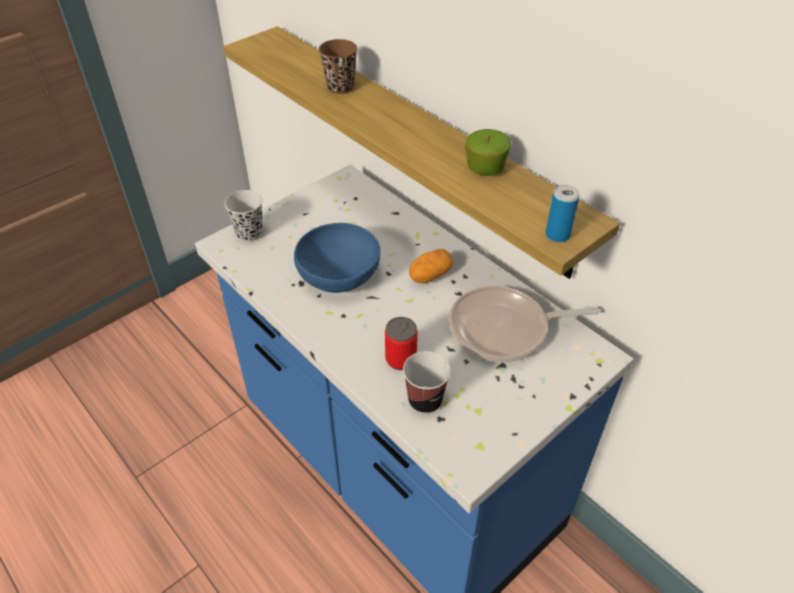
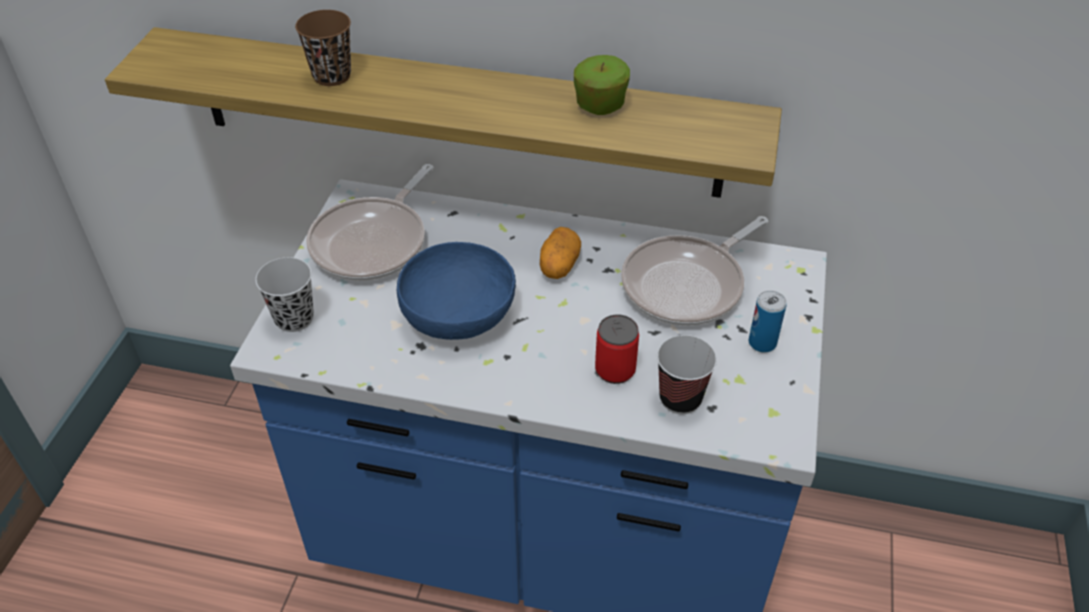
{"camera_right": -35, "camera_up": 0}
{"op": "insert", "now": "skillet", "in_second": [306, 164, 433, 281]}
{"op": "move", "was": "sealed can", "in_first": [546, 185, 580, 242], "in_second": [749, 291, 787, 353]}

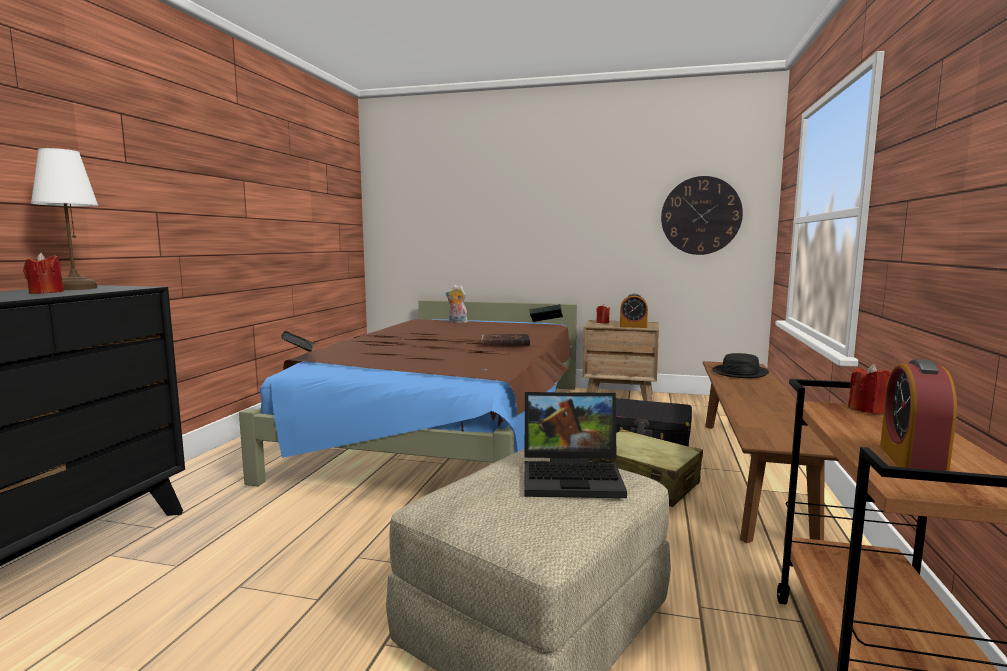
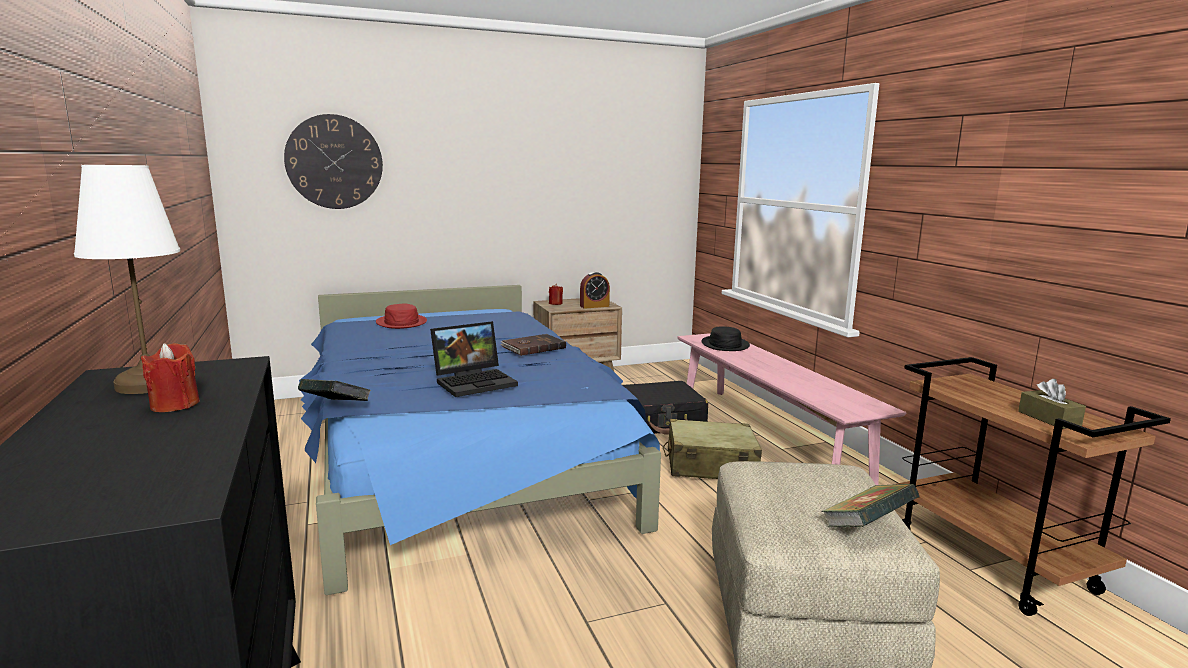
{"camera_right": -35, "camera_up": 5}
{"op": "delete", "was": "wax light/reddish", "in_first": [848, 364, 890, 414]}
{"op": "move", "was": "portable computer", "in_first": [524, 392, 627, 498], "in_second": [430, 321, 518, 397]}
{"op": "move", "was": "volume", "in_first": [529, 304, 563, 322], "in_second": [821, 484, 919, 527]}
{"op": "move", "was": "clock on the wall", "in_first": [661, 176, 743, 255], "in_second": [284, 114, 383, 209]}
{"op": "replace", "was": "plush toy", "now": "wearable hat/reddish", "in_first": [446, 285, 469, 323], "in_second": [376, 303, 427, 329]}
{"op": "replace", "was": "bedside clock", "now": "tissue box/brown", "in_first": [880, 359, 957, 471], "in_second": [1018, 379, 1086, 429]}
{"op": "recolor", "was": "sleeping bed/brown", "now": "sleeping bed/blue", "in_first": [239, 300, 577, 486], "in_second": [299, 285, 661, 595]}
{"op": "recolor", "was": "indoor bench/brown", "now": "indoor bench/pinkish", "in_first": [703, 361, 839, 543], "in_second": [677, 333, 907, 485]}

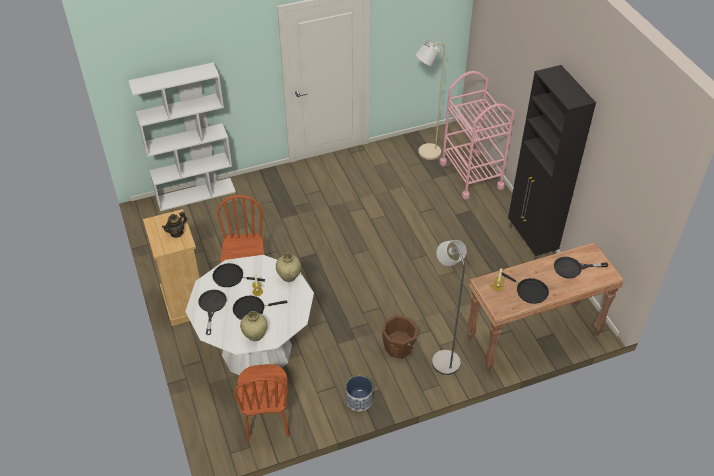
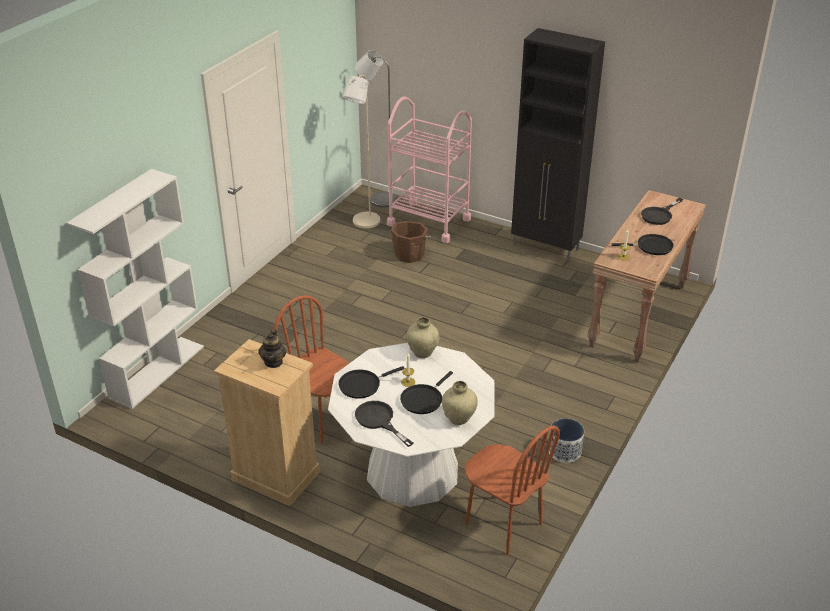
{"camera_right": -40, "camera_up": -10}
{"op": "move", "was": "pail/brown", "in_first": [382, 315, 418, 359], "in_second": [389, 221, 431, 263]}
{"op": "move", "was": "standard lamp/grey", "in_first": [432, 240, 467, 375], "in_second": [355, 50, 397, 208]}

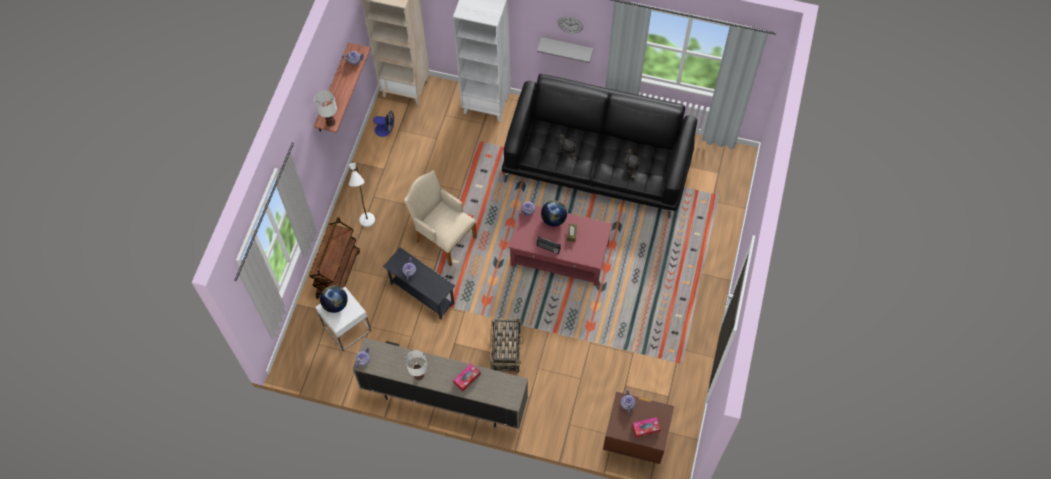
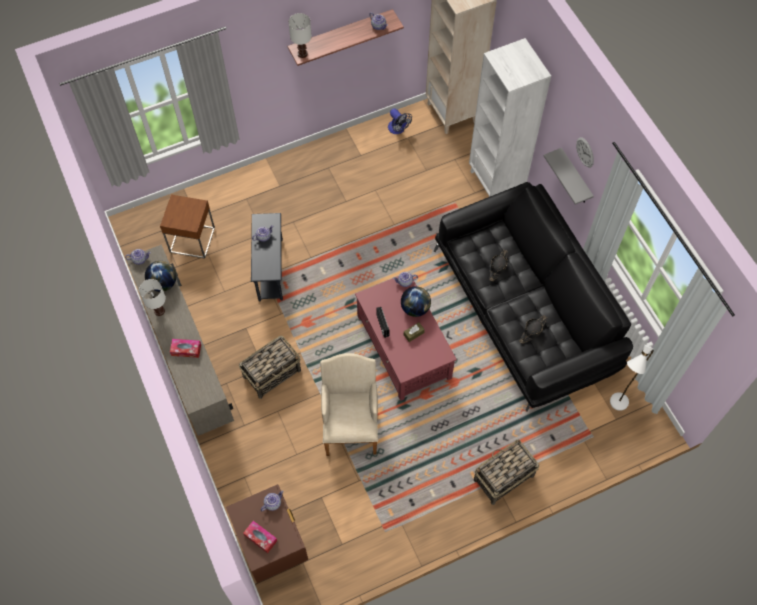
{"camera_right": 50, "camera_up": 0}
{"op": "delete", "was": "wheeled cart/brown", "in_first": [309, 217, 360, 299]}
{"op": "insert", "now": "household basket", "in_second": [474, 439, 539, 505]}
{"op": "move", "was": "globe", "in_first": [320, 285, 348, 313], "in_second": [145, 261, 176, 292]}
{"op": "move", "was": "standard lamp/white", "in_first": [349, 162, 375, 227], "in_second": [610, 345, 654, 411]}
{"op": "move", "was": "armchair/sand-coloured", "in_first": [404, 170, 477, 266], "in_second": [320, 353, 378, 456]}
{"op": "recolor", "was": "accent table/white", "now": "accent table/brown", "in_first": [316, 287, 371, 351], "in_second": [160, 195, 215, 259]}

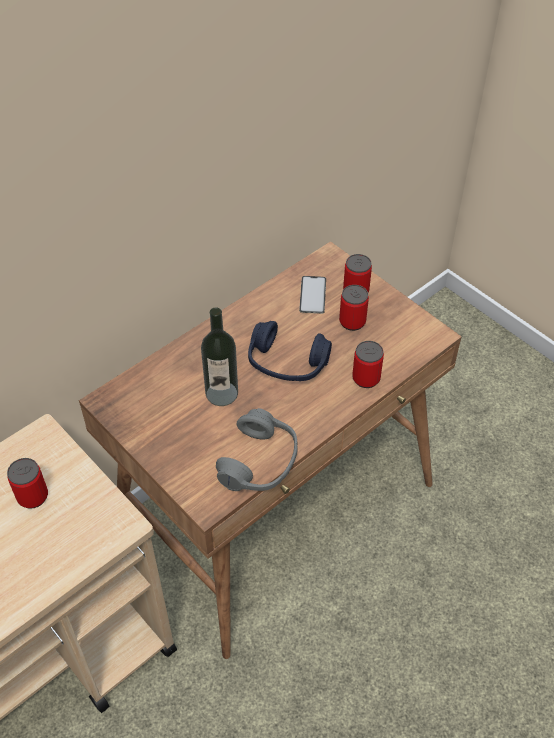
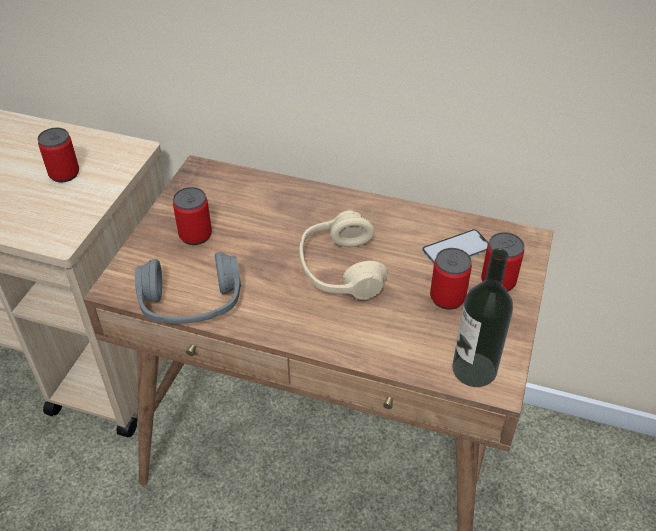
{"camera_right": 60, "camera_up": -5}
{"op": "move", "was": "beverage bottle", "in_first": [201, 307, 238, 406], "in_second": [452, 248, 513, 387]}
{"op": "move", "was": "sealed can", "in_first": [352, 341, 384, 388], "in_second": [173, 187, 212, 245]}
{"op": "recolor", "was": "headphones/blue", "now": "headphones/sand-coloured", "in_first": [248, 321, 332, 381], "in_second": [299, 210, 388, 300]}

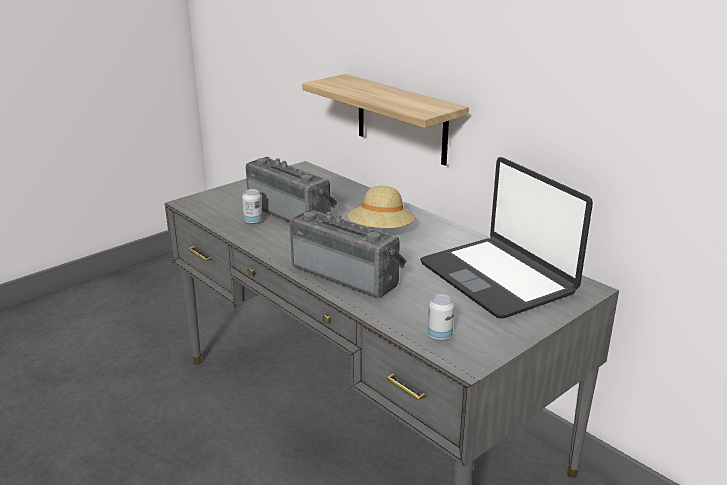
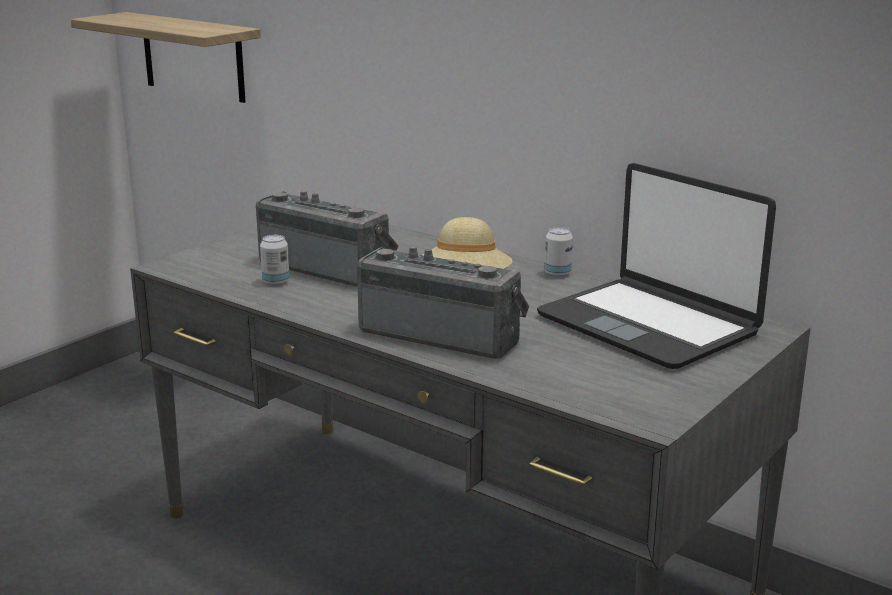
{"camera_right": -10, "camera_up": -5}
{"op": "move", "was": "shelf", "in_first": [302, 74, 469, 166], "in_second": [71, 12, 261, 103]}
{"op": "move", "was": "sealed can", "in_first": [428, 294, 454, 341], "in_second": [545, 227, 573, 277]}

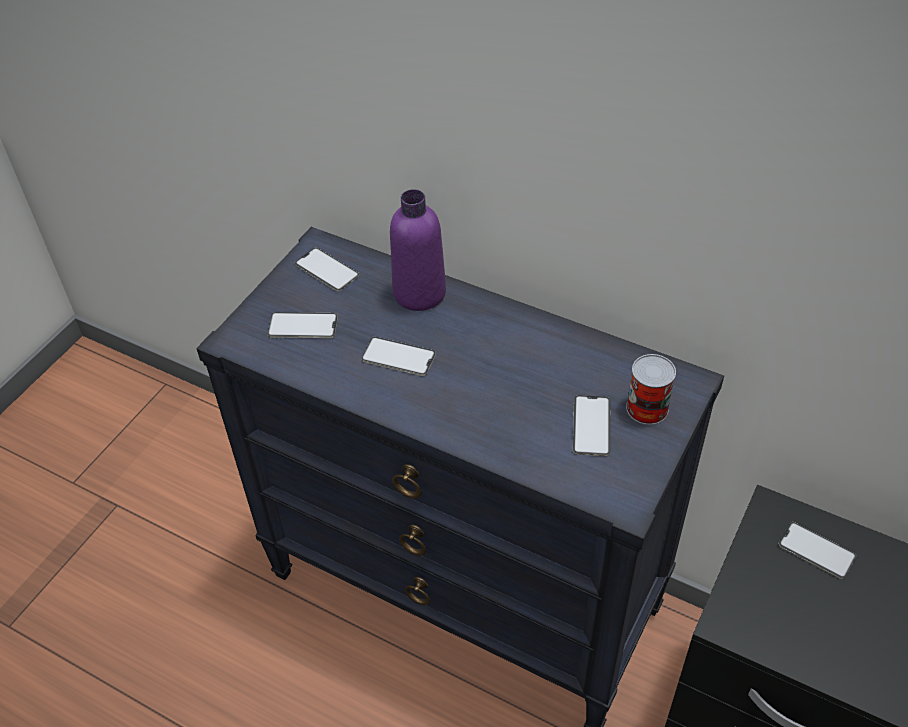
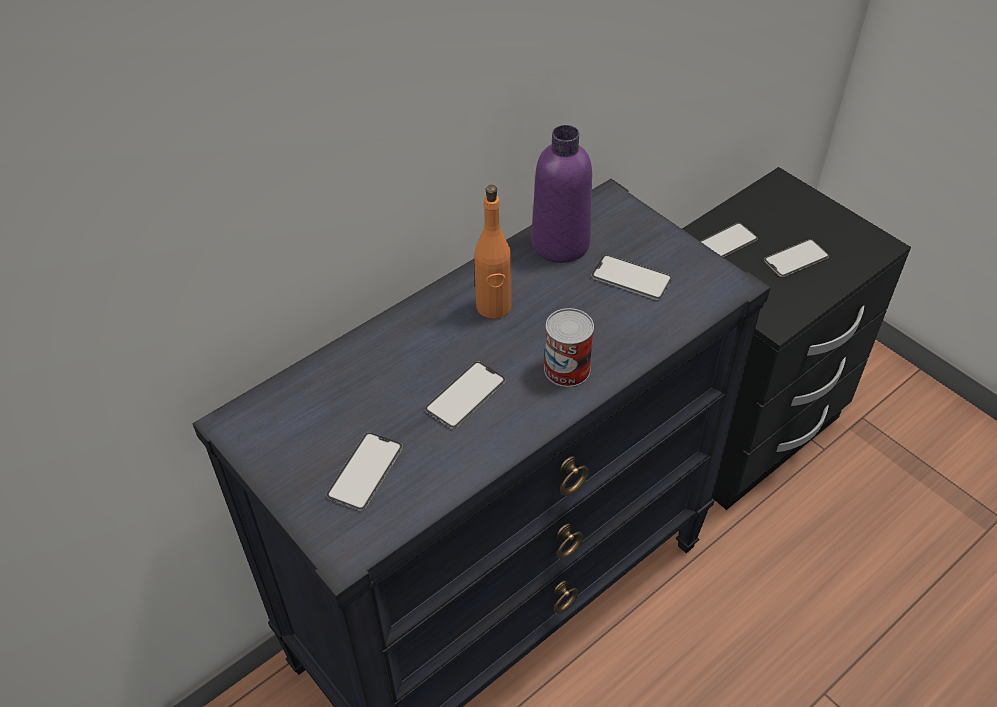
{"camera_right": -70, "camera_up": 0}
{"op": "insert", "now": "beverage bottle/orangey", "in_second": [474, 185, 511, 319]}
{"op": "move", "was": "telephone", "in_first": [295, 247, 359, 291], "in_second": [764, 239, 829, 277]}
{"op": "move", "was": "beverage bottle/purplish", "in_first": [390, 189, 446, 311], "in_second": [531, 125, 592, 263]}
{"op": "move", "was": "sealed can", "in_first": [626, 354, 676, 425], "in_second": [544, 308, 594, 387]}

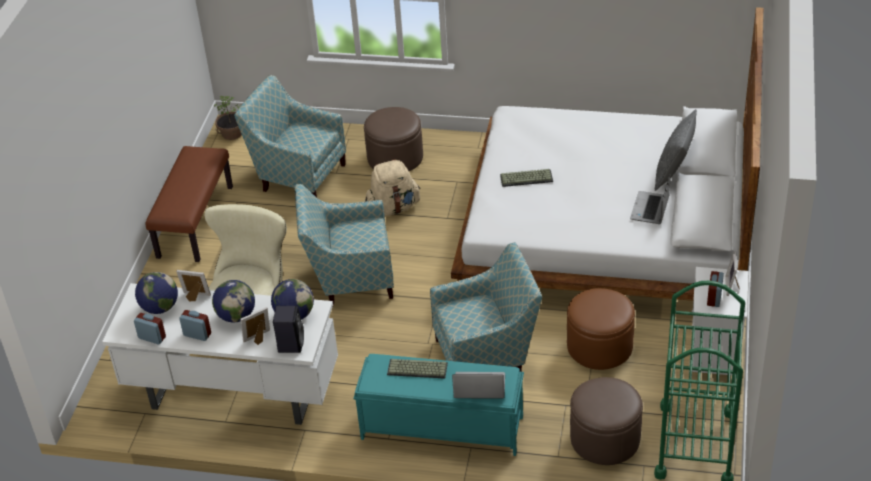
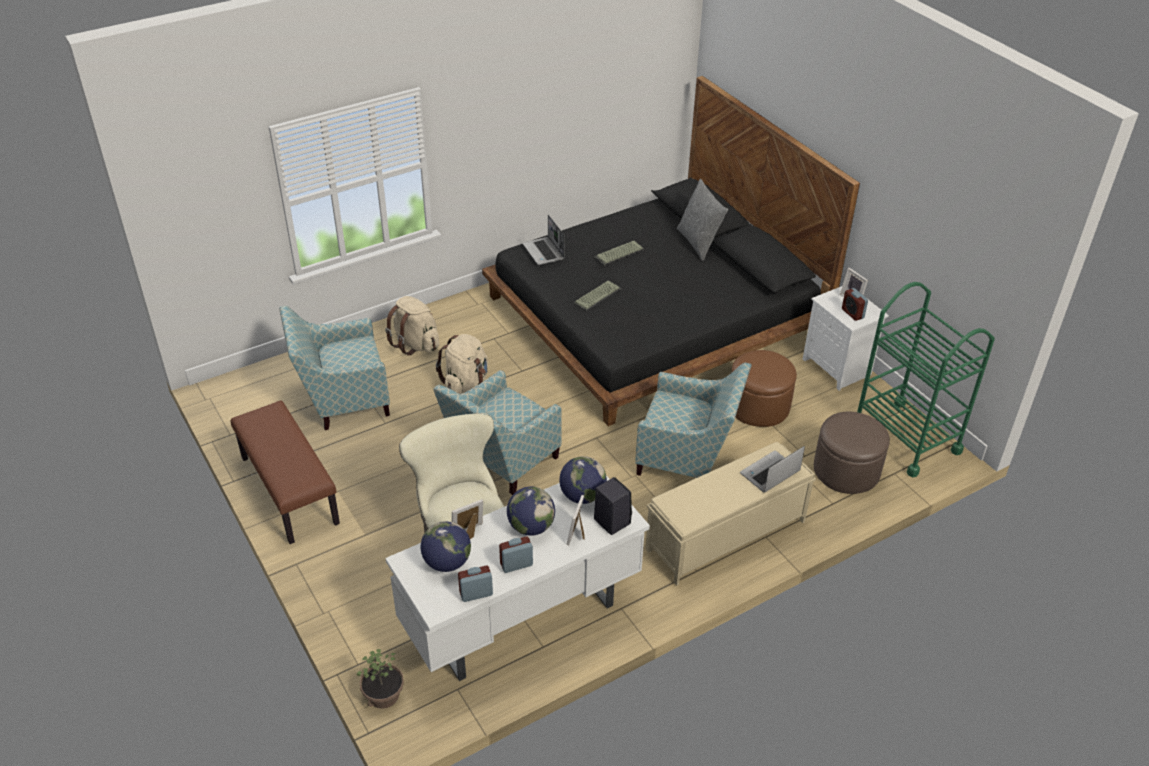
{"camera_right": -45, "camera_up": 0}
{"op": "move", "was": "potted plant", "in_first": [214, 96, 242, 140], "in_second": [357, 649, 404, 709]}
{"op": "move", "was": "keyboard", "in_first": [387, 359, 448, 379], "in_second": [595, 241, 644, 266]}
{"op": "move", "was": "portable computer", "in_first": [630, 173, 671, 224], "in_second": [523, 215, 565, 265]}
{"op": "replace", "was": "footrest/brown", "now": "backpack/sand-coloured", "in_first": [364, 107, 423, 171], "in_second": [385, 296, 439, 355]}
{"op": "recolor", "was": "indoor bench/blue-green", "now": "indoor bench/sand-coloured", "in_first": [354, 354, 524, 456], "in_second": [645, 442, 816, 586]}
{"op": "recolor", "was": "sleeping bed/white", "now": "sleeping bed/blackish", "in_first": [451, 7, 764, 301], "in_second": [482, 76, 860, 426]}
{"op": "rotate", "was": "armchair", "in_first": [430, 242, 542, 372], "in_second": [635, 363, 752, 478], "clockwise": 75}

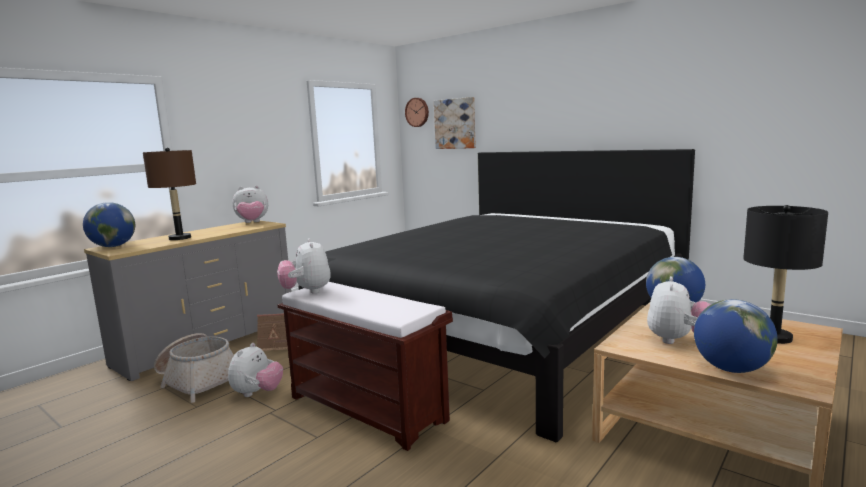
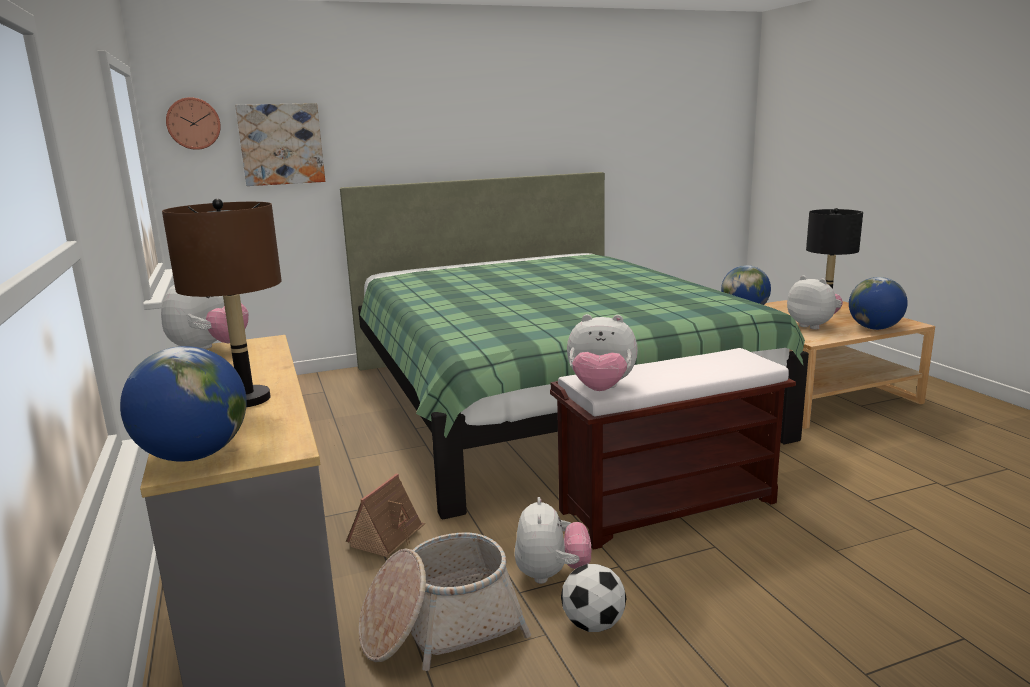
{"camera_right": -60, "camera_up": 5}
{"op": "insert", "now": "football ball", "in_second": [561, 564, 627, 632]}
{"op": "recolor", "was": "sleeping bed/blackish", "now": "sleeping bed/green-coloured", "in_first": [298, 149, 695, 443], "in_second": [340, 172, 809, 520]}
{"op": "rotate", "was": "plush toy", "in_first": [228, 343, 283, 397], "in_second": [515, 497, 591, 584], "clockwise": 45}

